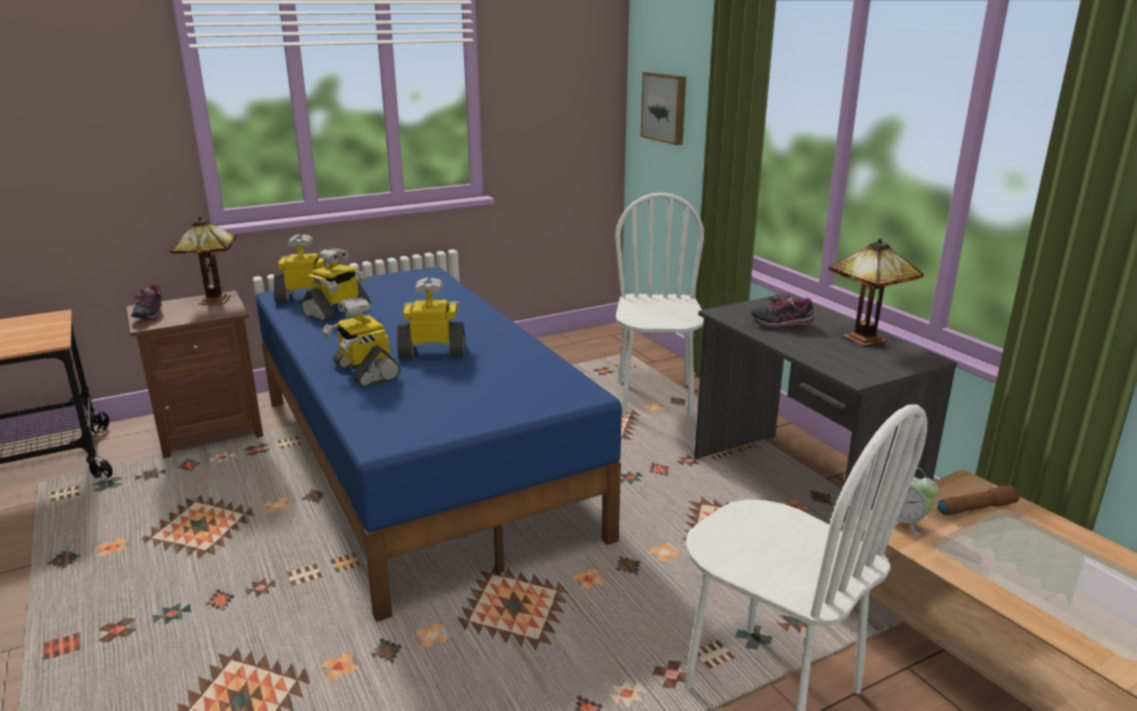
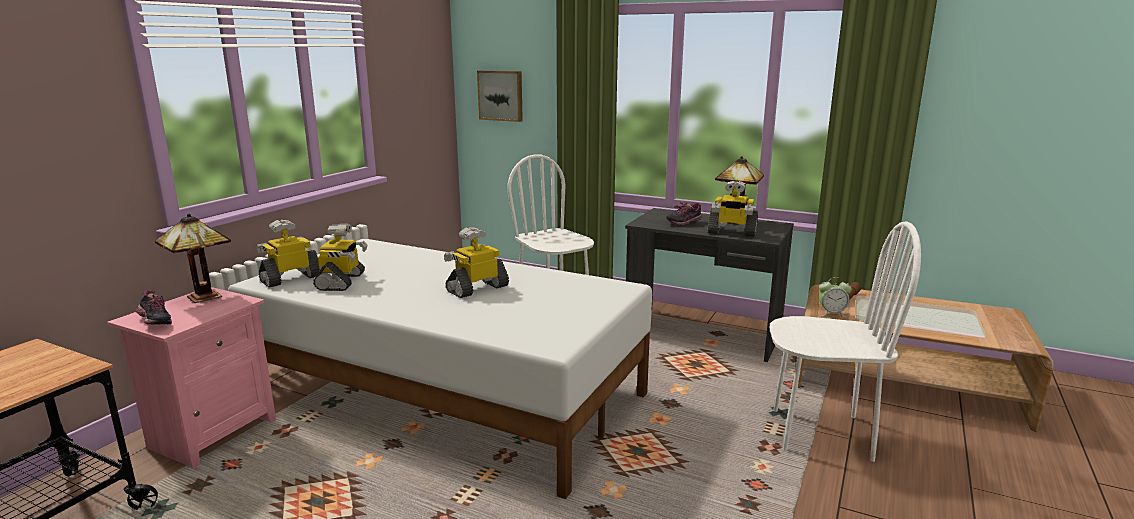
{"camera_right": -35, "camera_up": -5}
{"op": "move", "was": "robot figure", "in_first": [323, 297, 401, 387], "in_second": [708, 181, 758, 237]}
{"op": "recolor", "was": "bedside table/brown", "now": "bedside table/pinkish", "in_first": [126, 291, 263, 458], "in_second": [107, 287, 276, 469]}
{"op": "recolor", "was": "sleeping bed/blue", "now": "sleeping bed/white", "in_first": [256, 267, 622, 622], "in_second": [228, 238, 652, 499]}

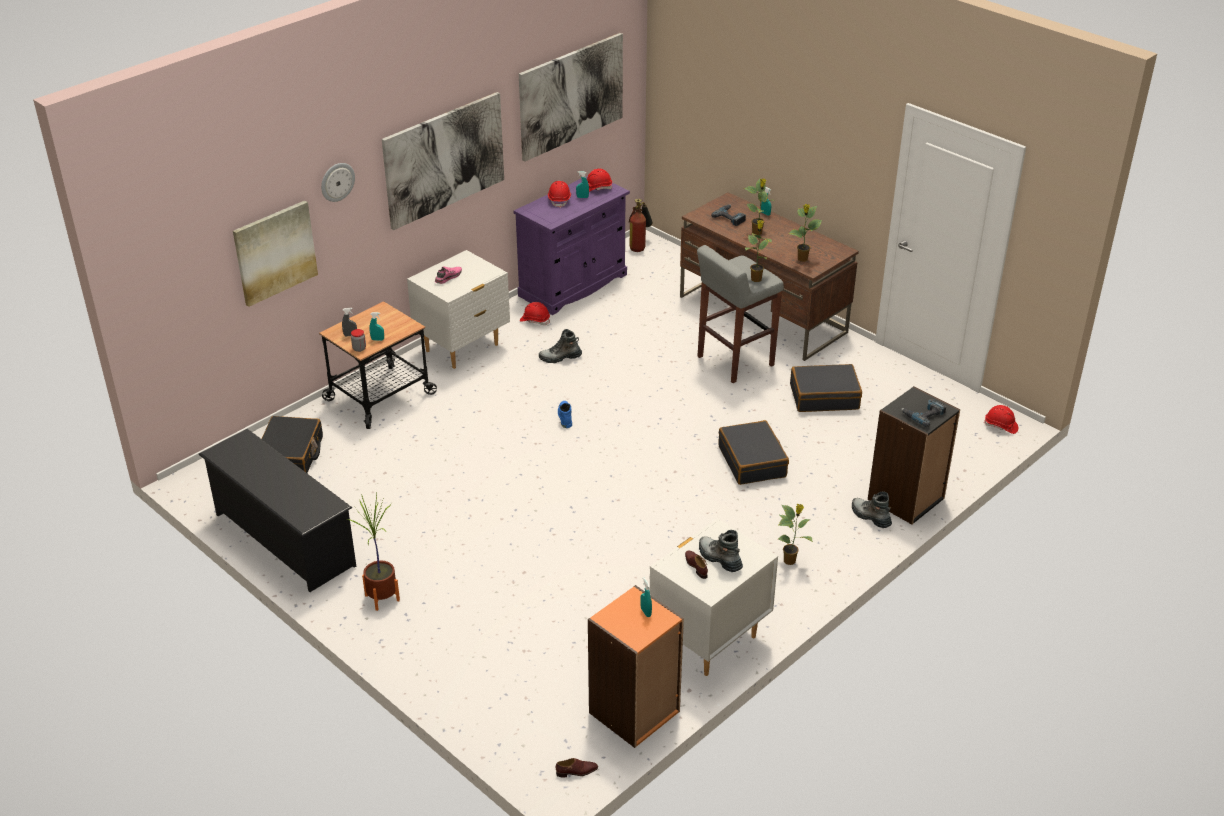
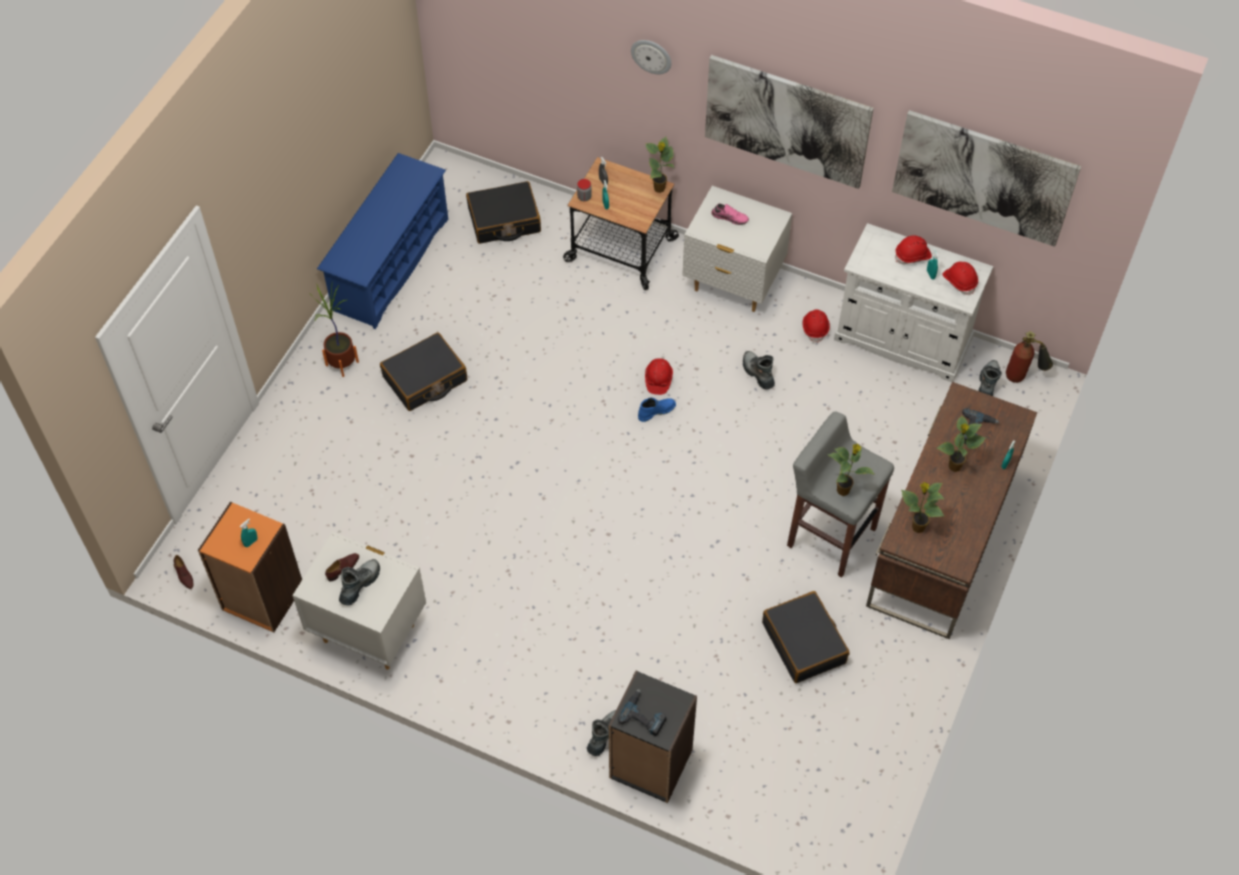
{"camera_right": 70, "camera_up": 20}
{"op": "delete", "was": "picture", "in_first": [233, 201, 318, 307]}
{"op": "insert", "now": "tall boot", "in_second": [979, 360, 1002, 396]}
{"op": "move", "was": "travel case/blackish", "in_first": [718, 420, 789, 485], "in_second": [380, 333, 467, 411]}
{"op": "move", "was": "potted plant", "in_first": [778, 504, 813, 565], "in_second": [646, 137, 674, 193]}
{"op": "move", "was": "hard hat/reddish", "in_first": [984, 405, 1018, 434], "in_second": [645, 358, 673, 395]}
{"op": "recolor", "was": "shoe stand/blackish", "now": "shoe stand/blue", "in_first": [198, 429, 356, 592], "in_second": [317, 153, 448, 329]}
{"op": "recolor", "was": "storage cabinet/purplish", "now": "storage cabinet/white", "in_first": [514, 176, 630, 315], "in_second": [834, 223, 994, 382]}

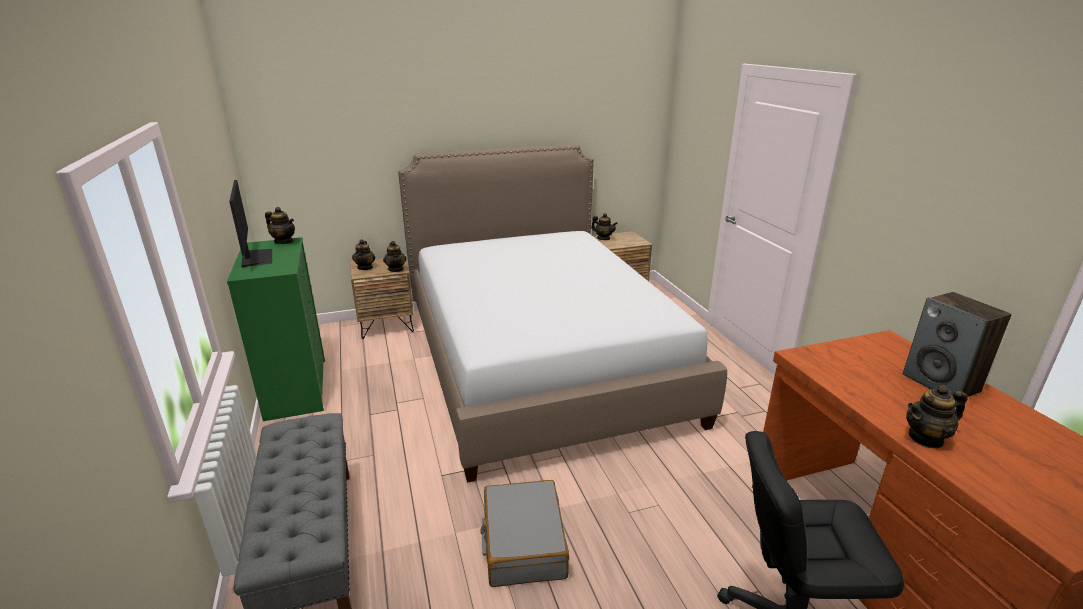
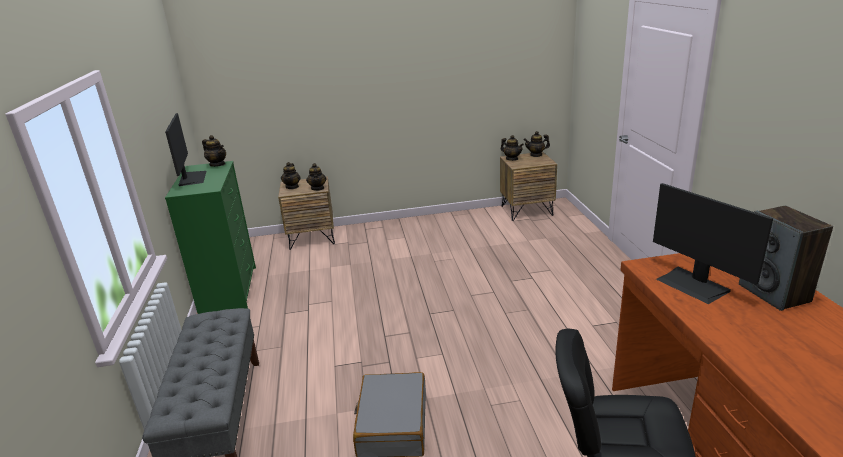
{"camera_right": 10, "camera_up": 0}
{"op": "delete", "was": "sleeping bed", "in_first": [398, 144, 727, 483]}
{"op": "insert", "now": "monitor", "in_second": [653, 183, 773, 304]}
{"op": "move", "was": "teapot", "in_first": [906, 385, 967, 449], "in_second": [524, 131, 550, 157]}

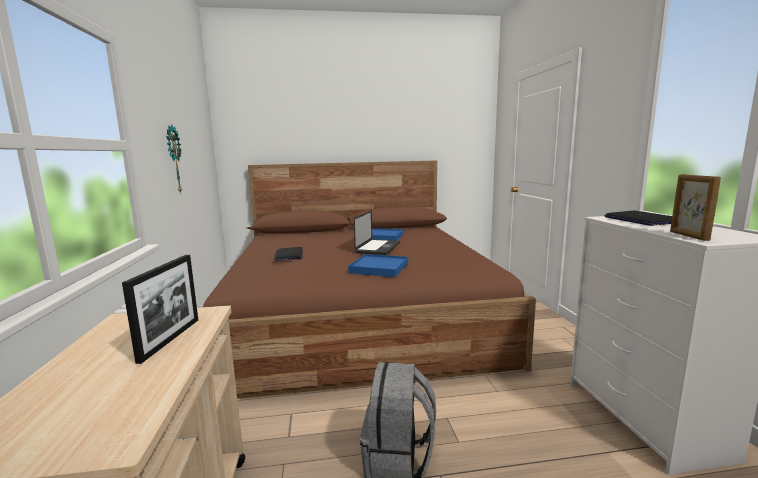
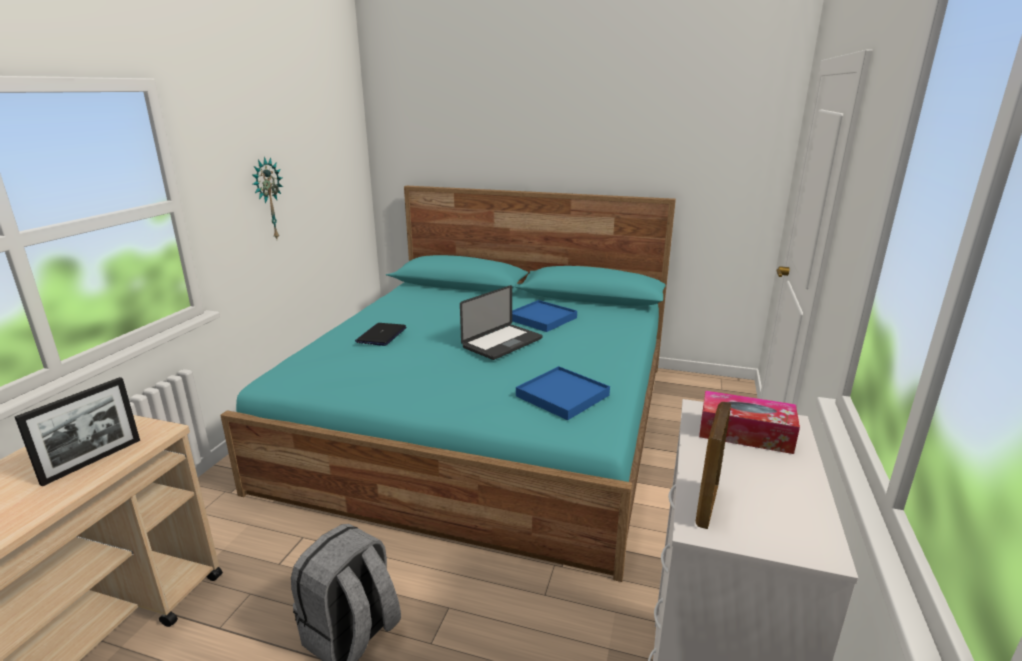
{"camera_right": 25, "camera_up": 10}
{"op": "move", "was": "serving tray/blue", "in_first": [348, 254, 408, 277], "in_second": [516, 366, 610, 420]}
{"op": "replace", "was": "portable computer", "now": "tissue box", "in_first": [605, 210, 672, 226], "in_second": [699, 390, 800, 454]}
{"op": "recolor", "was": "sleeping bed/brown", "now": "sleeping bed/blue-green", "in_first": [203, 161, 536, 399], "in_second": [220, 186, 676, 582]}

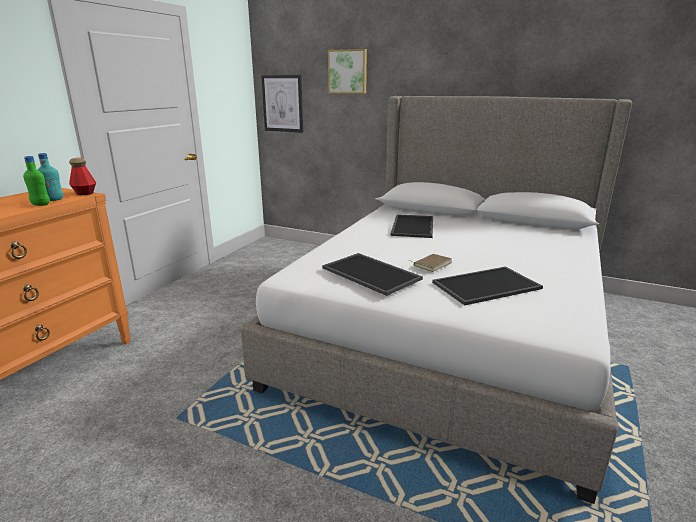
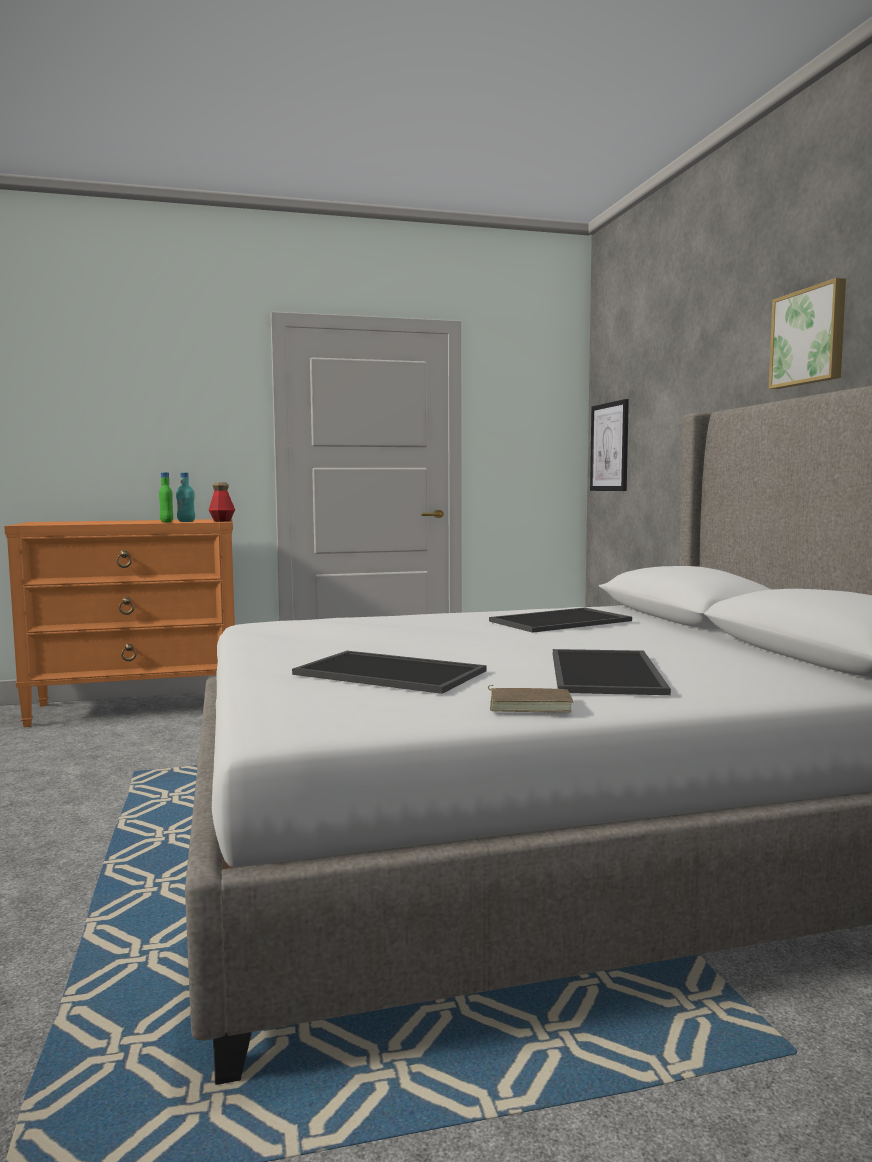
{"camera_right": 50, "camera_up": -15}
{"op": "move", "was": "serving tray", "in_first": [322, 253, 423, 296], "in_second": [553, 649, 671, 695]}
{"op": "move", "was": "picture", "in_first": [328, 49, 367, 93], "in_second": [769, 278, 846, 389]}
{"op": "move", "was": "volume/brown", "in_first": [409, 254, 452, 272], "in_second": [488, 685, 573, 713]}

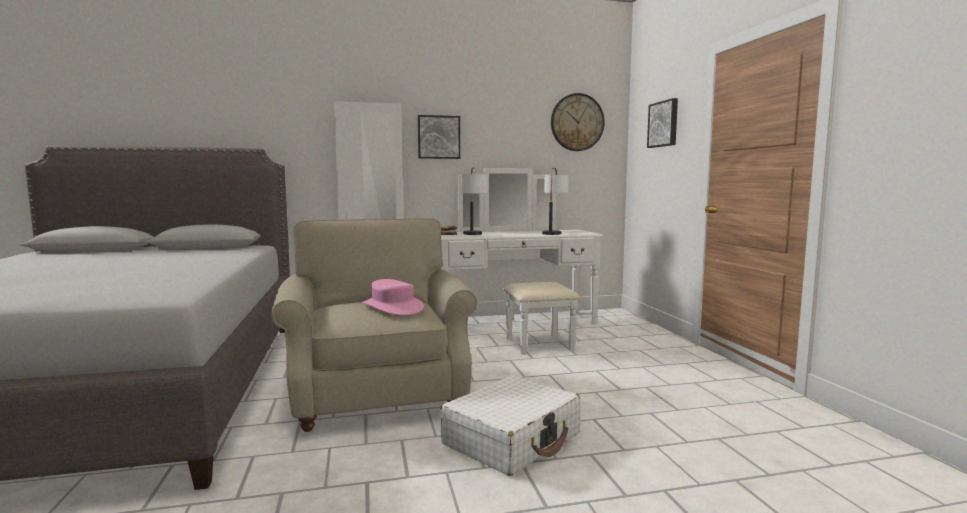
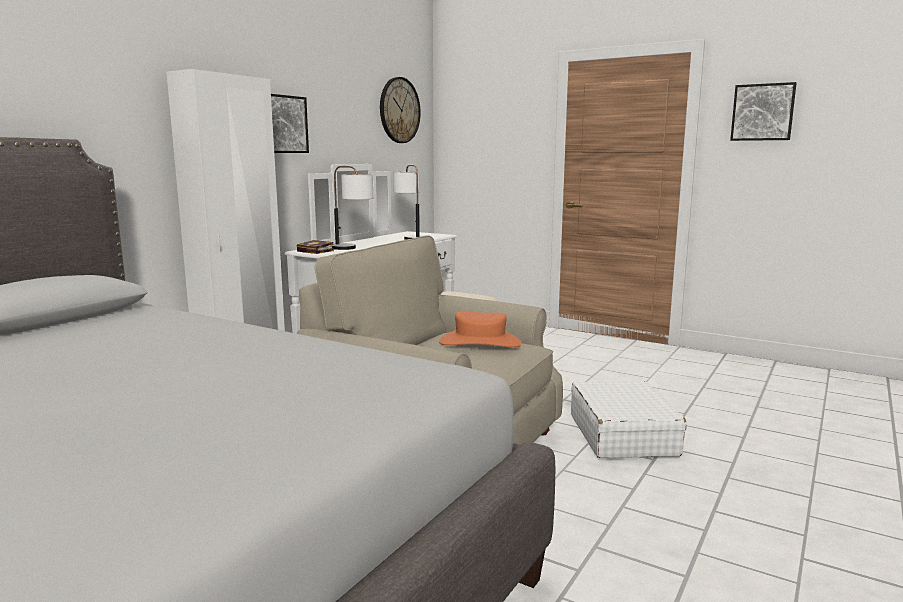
{"camera_right": -45, "camera_up": 5}
{"op": "move", "was": "picture", "in_first": [647, 98, 678, 148], "in_second": [730, 82, 796, 141]}
{"op": "recolor", "was": "wearable hat/pinkish", "now": "wearable hat/orangey", "in_first": [361, 279, 424, 315], "in_second": [439, 312, 521, 347]}

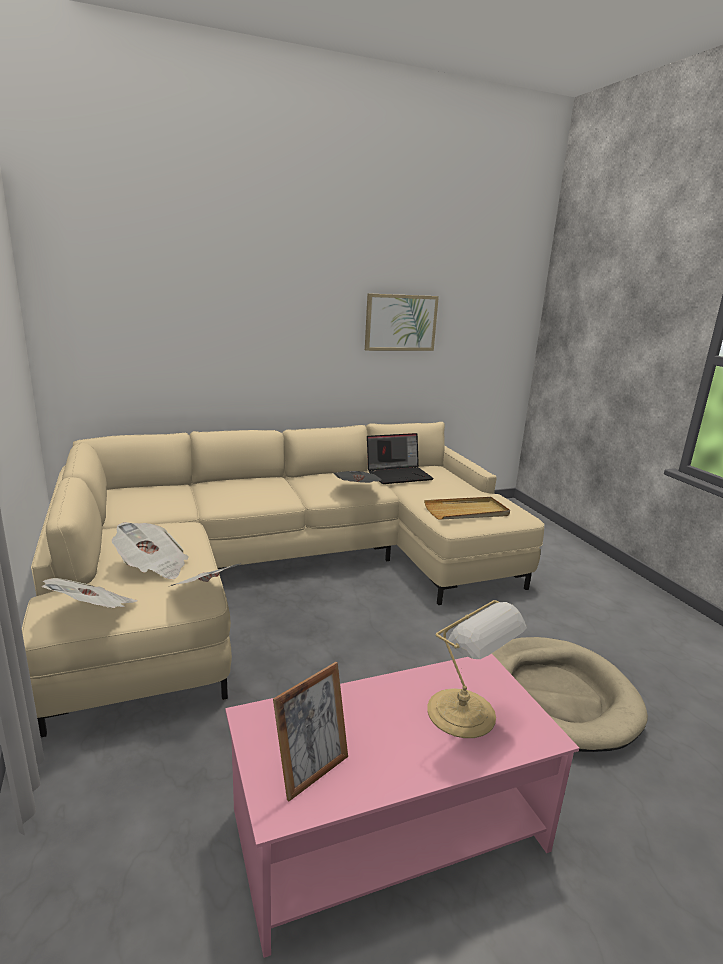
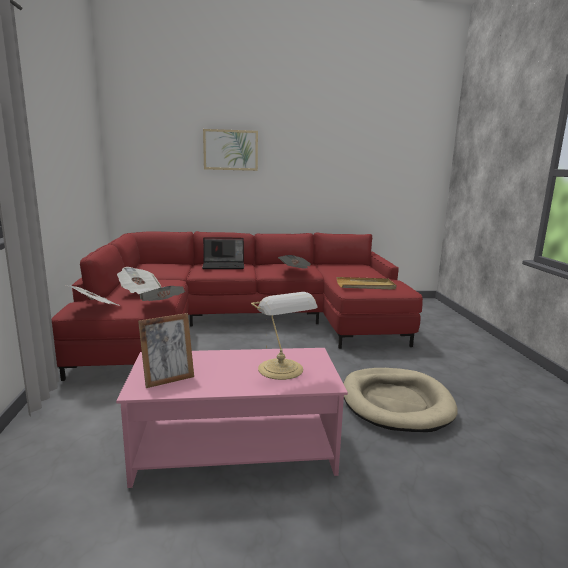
{"camera_right": 15, "camera_up": -5}
{"op": "move", "was": "picture", "in_first": [365, 293, 439, 351], "in_second": [203, 129, 258, 171]}
{"op": "move", "was": "portable computer", "in_first": [367, 433, 434, 484], "in_second": [202, 237, 244, 269]}
{"op": "recolor", "was": "sofa/sand-coloured", "now": "sofa/reddish", "in_first": [22, 422, 544, 737], "in_second": [52, 231, 423, 381]}

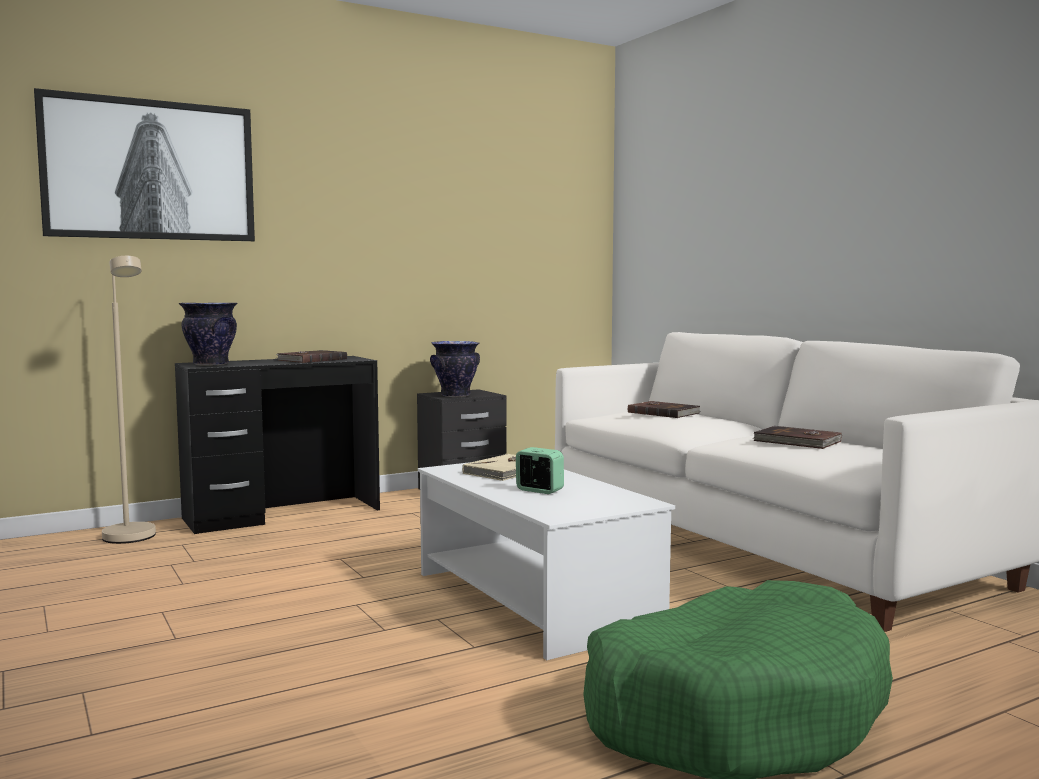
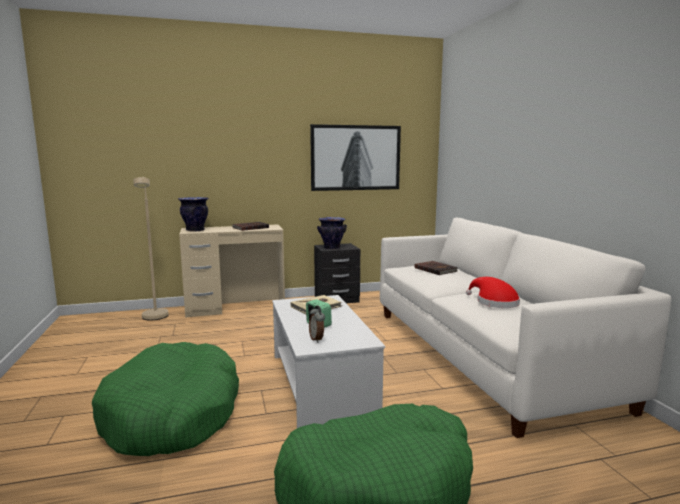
{"camera_right": 15, "camera_up": 5}
{"op": "insert", "now": "dog cushion/green-coloured", "in_second": [92, 342, 239, 456]}
{"op": "insert", "now": "bedside clock", "in_second": [309, 306, 325, 343]}
{"op": "move", "was": "picture", "in_first": [34, 88, 255, 241], "in_second": [310, 124, 401, 191]}
{"op": "replace", "was": "volume/brown", "now": "wearable hat/reddish", "in_first": [753, 426, 842, 449], "in_second": [466, 277, 520, 308]}
{"op": "recolor", "was": "desk/blackish", "now": "desk/sand-coloured", "in_first": [175, 356, 380, 534], "in_second": [179, 224, 285, 318]}

